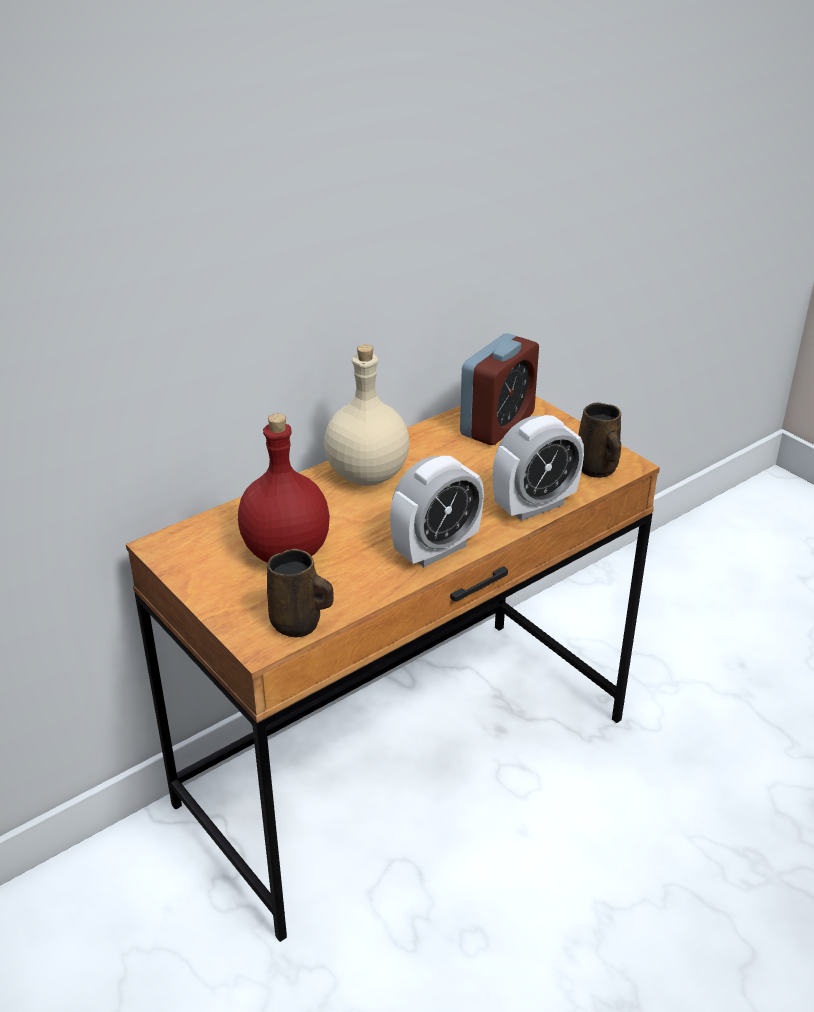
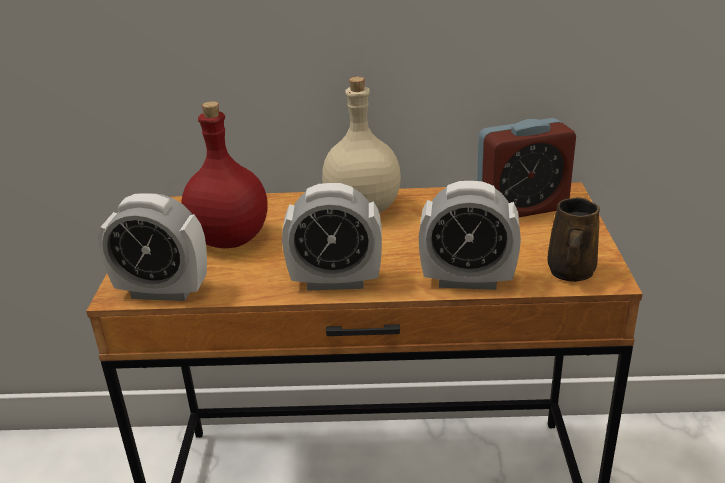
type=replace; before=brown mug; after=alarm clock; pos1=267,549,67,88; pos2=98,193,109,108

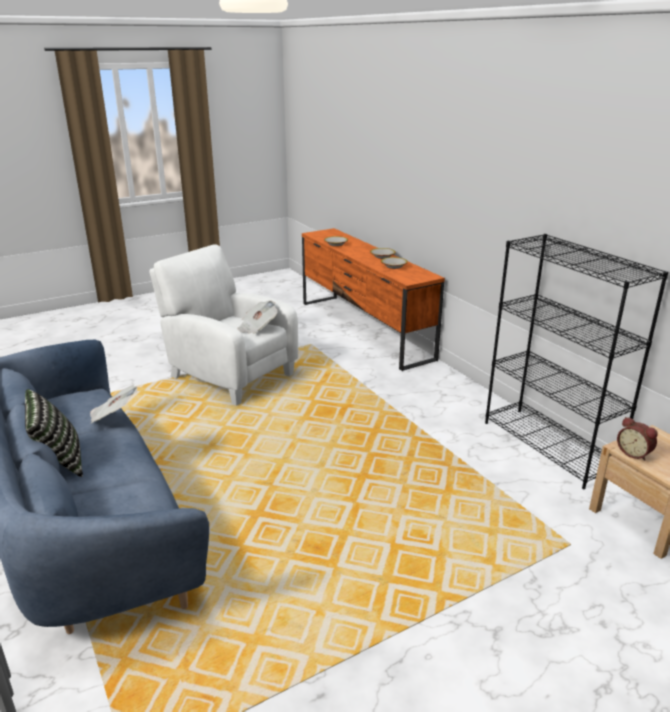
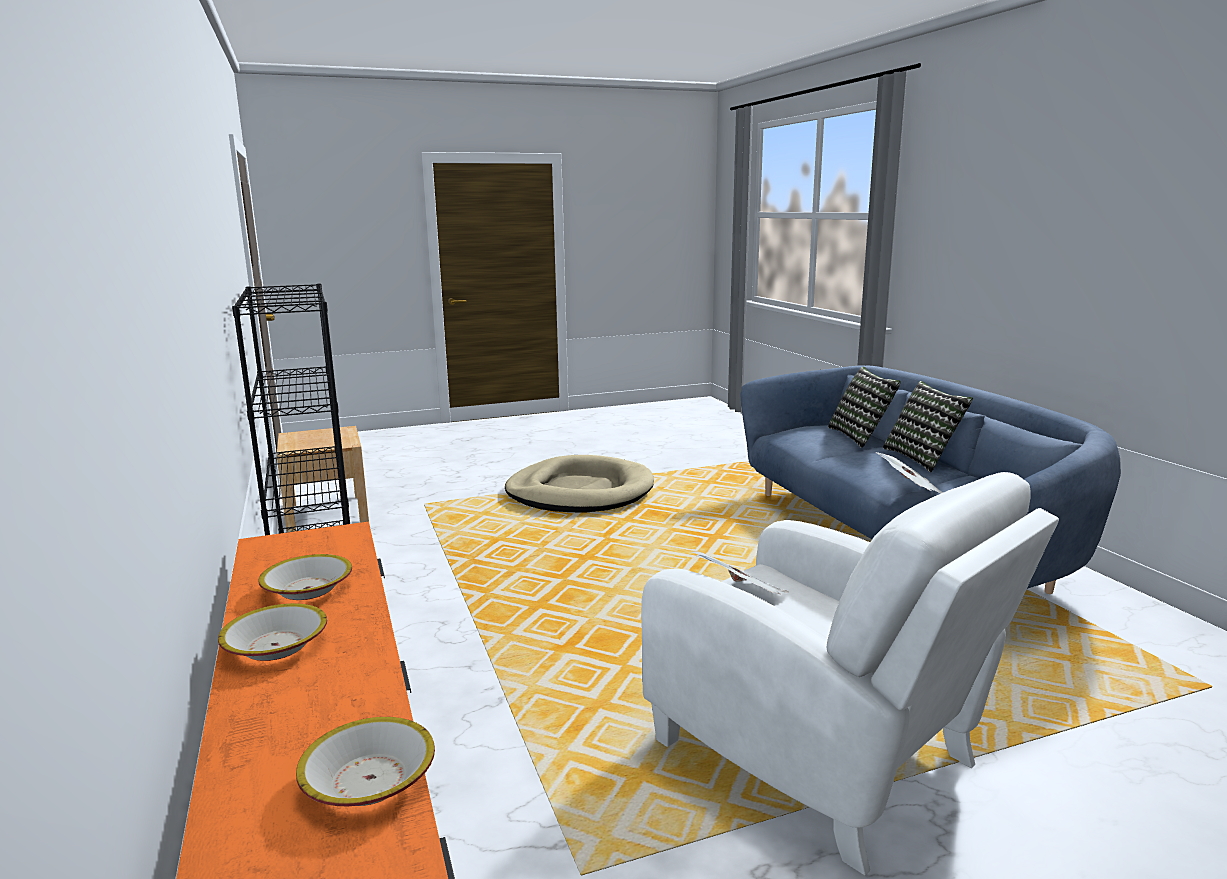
type=delete; before=alarm clock; pos1=617,417,41,44
type=insert; after=pillow; pos2=828,367,73,81
type=insert; after=beige dog bed; pos2=505,455,149,57

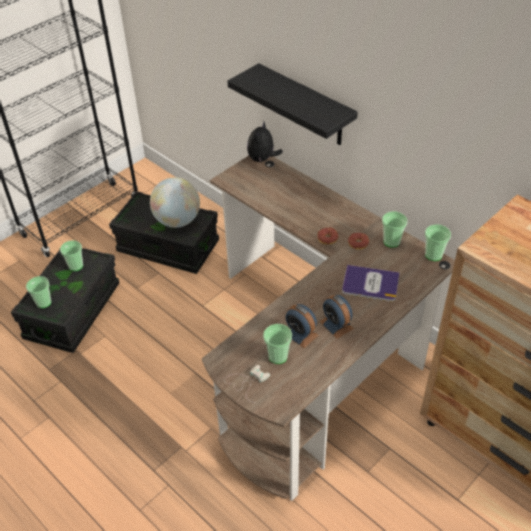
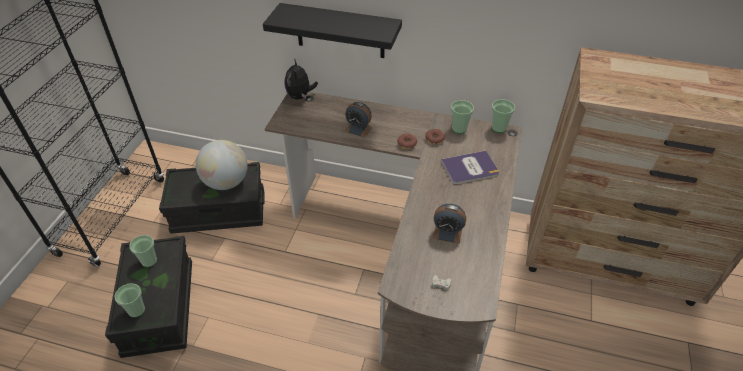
type=move; before=alarm clock; pos1=320,295,34,44; pos2=345,102,28,36
type=delete; before=cup; pos1=263,324,29,40

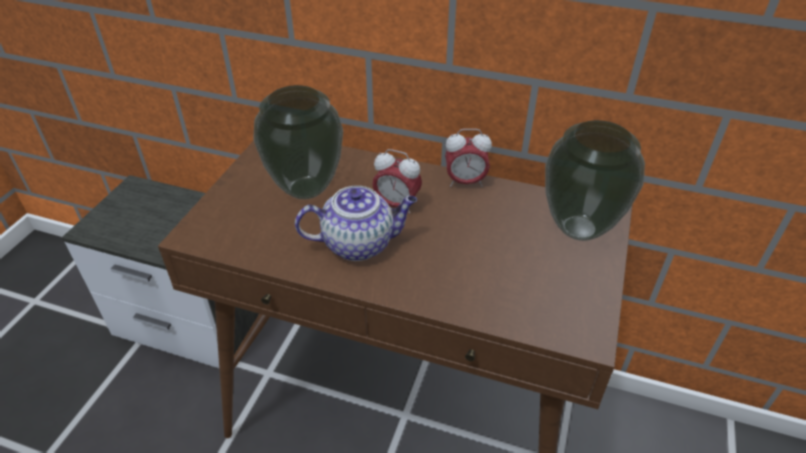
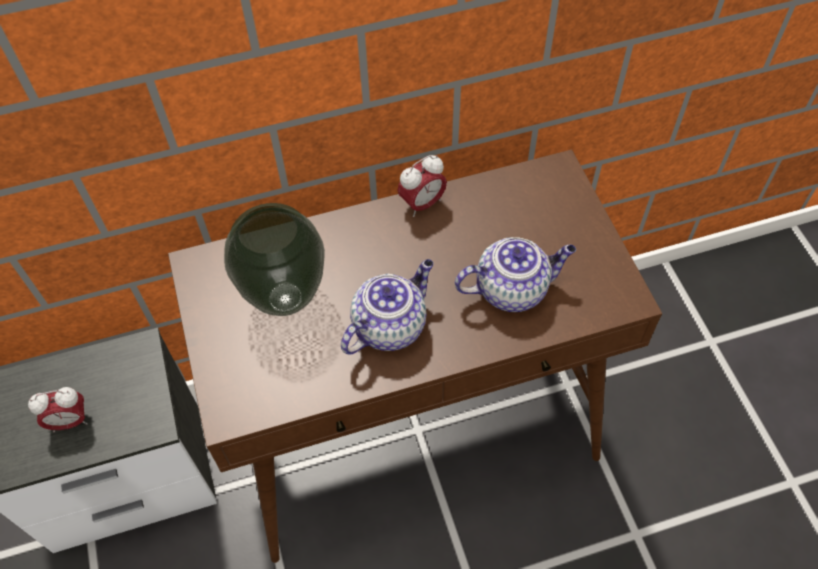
type=delete; before=vase; pos1=545,120,100,121
type=move; before=alarm clock; pos1=372,149,50,65; pos2=28,387,60,45
type=insert; after=teapot; pos2=455,237,121,75

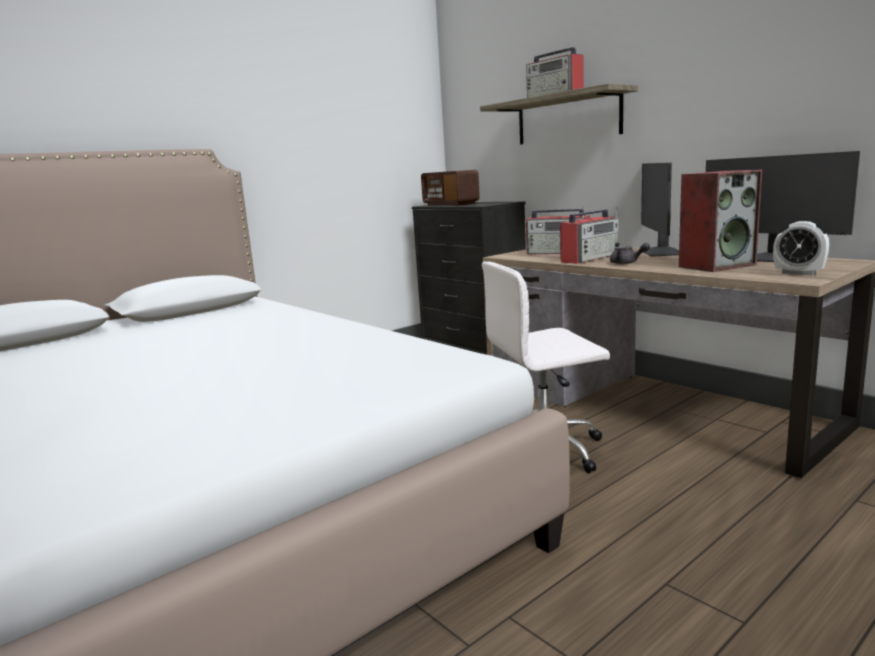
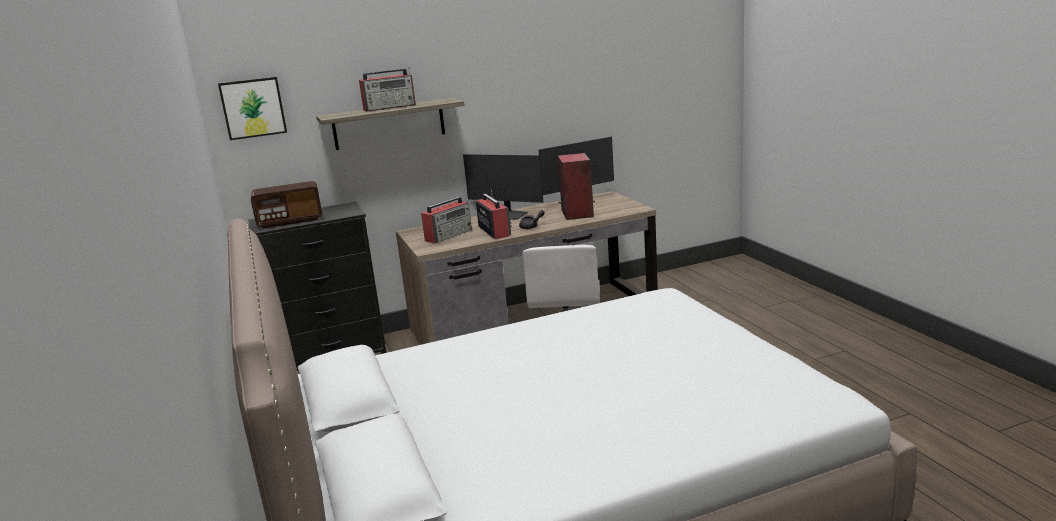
type=delete; before=alarm clock; pos1=773,221,56,54
type=insert; after=picture; pos2=218,77,69,63

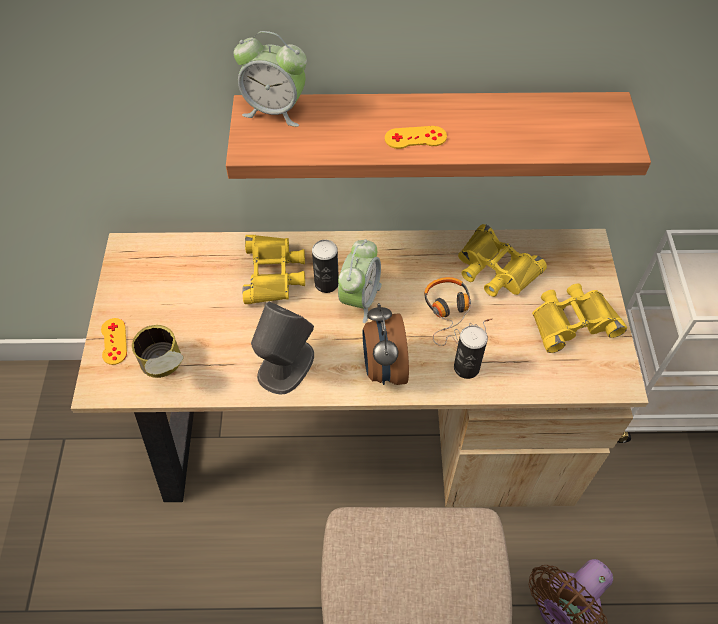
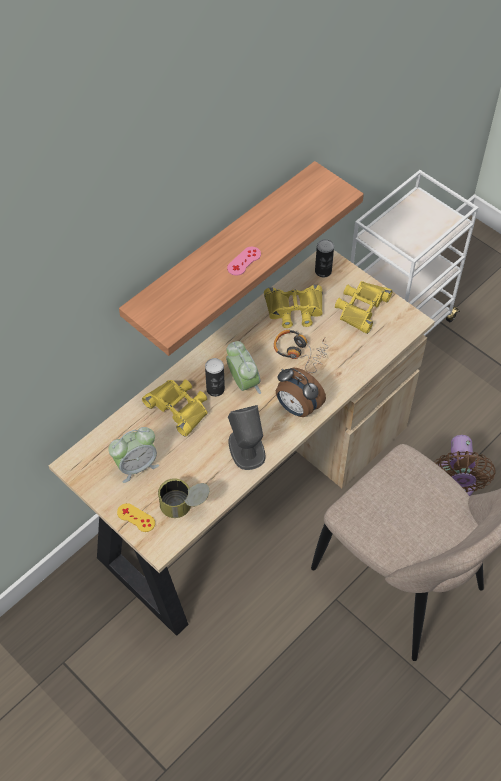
type=move; before=alarm clock; pos1=234,31,73,96; pos2=108,427,51,56
type=recolor; before=yellow game controller; after=pink game controller; pos1=385,126,62,23; pos2=227,247,34,29
type=move; before=can; pos1=454,325,34,54; pos2=315,239,19,39

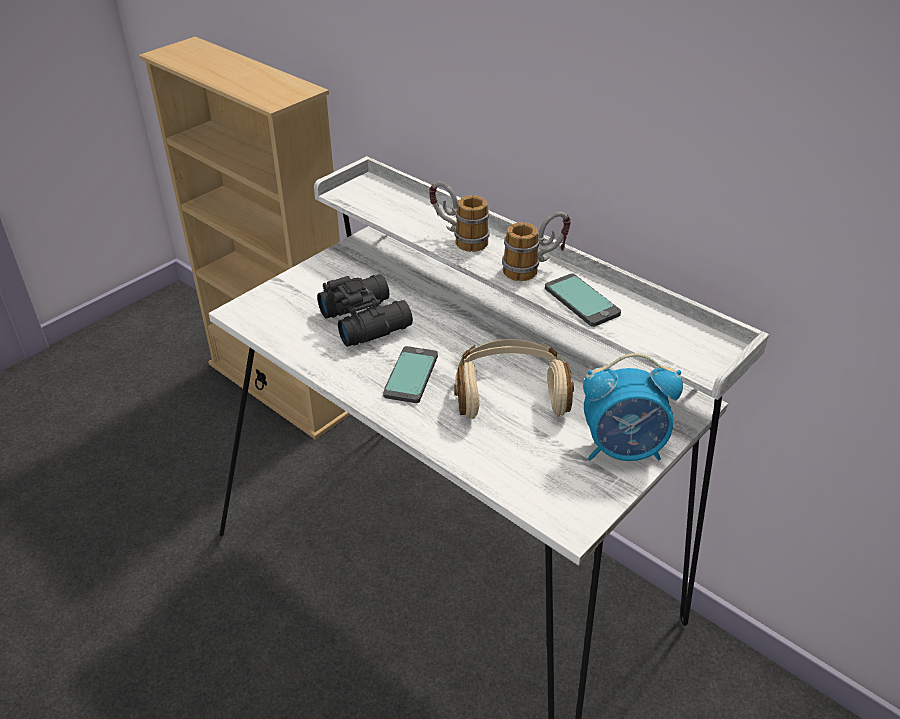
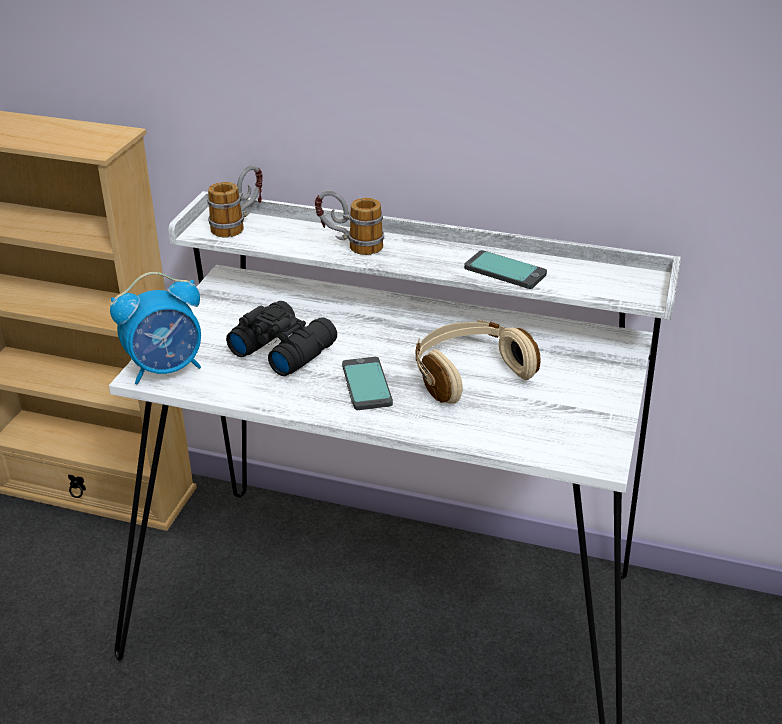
type=move; before=mug; pos1=502,212,69,69; pos2=207,165,56,72
type=move; before=alarm clock; pos1=583,353,100,108; pos2=110,272,91,112

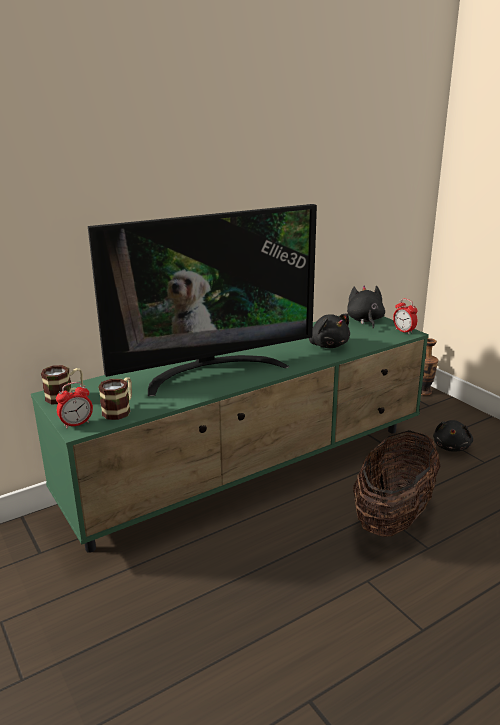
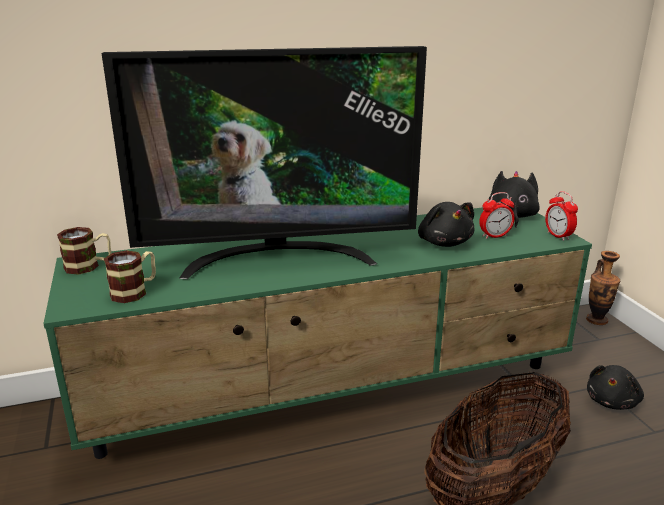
type=move; before=alarm clock; pos1=56,382,37,47; pos2=479,192,36,47

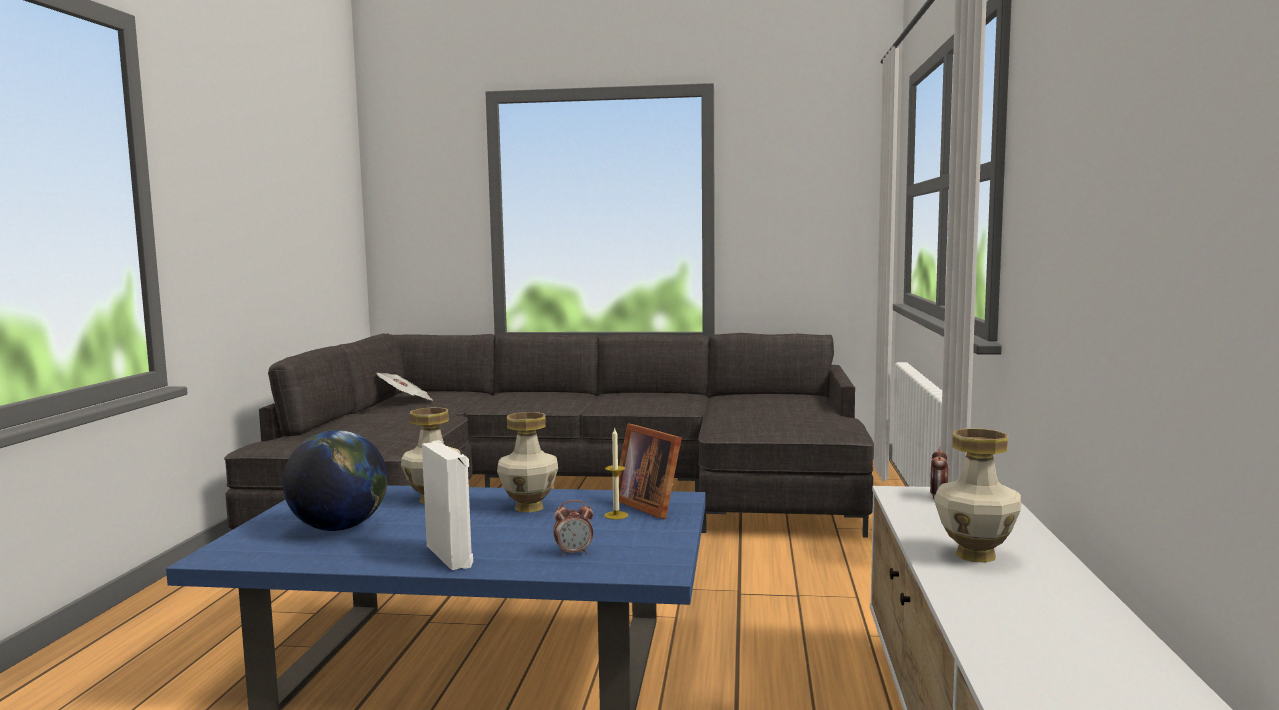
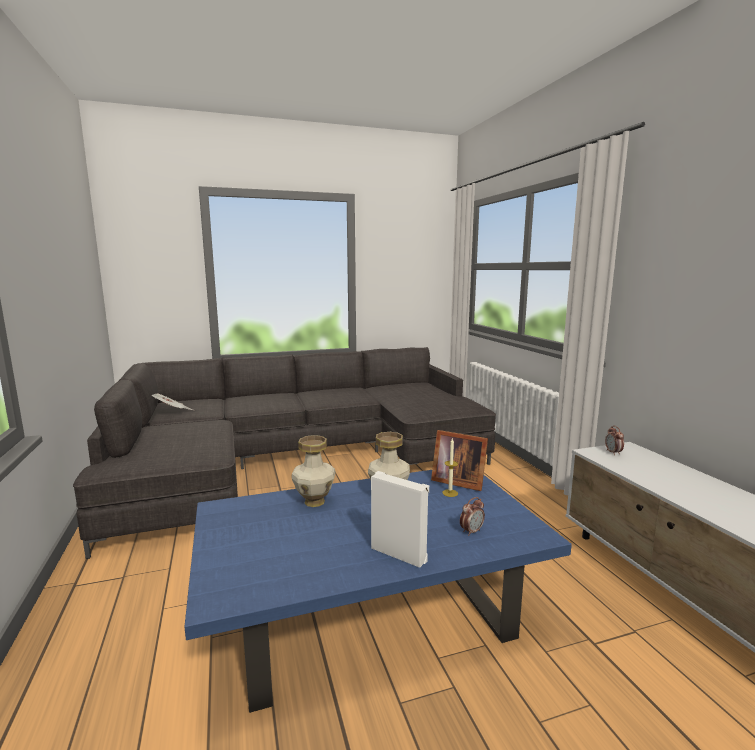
type=delete; before=vase; pos1=934,428,88,135
type=delete; before=globe; pos1=283,430,104,101

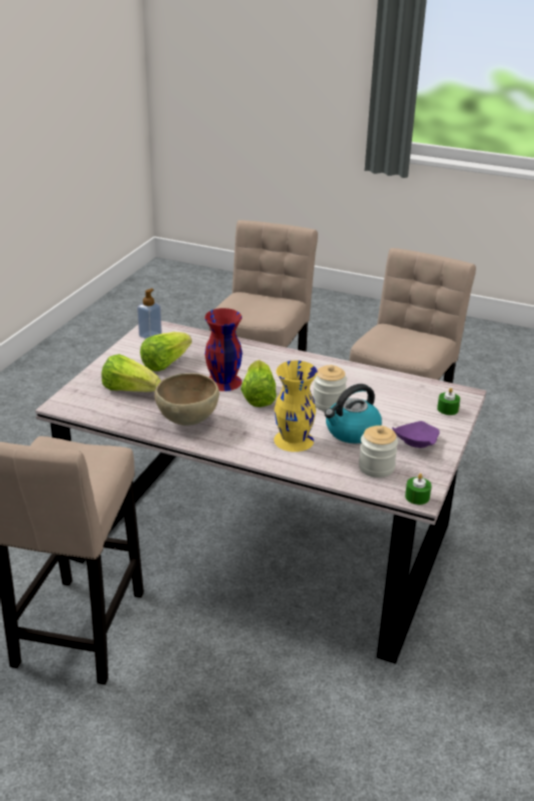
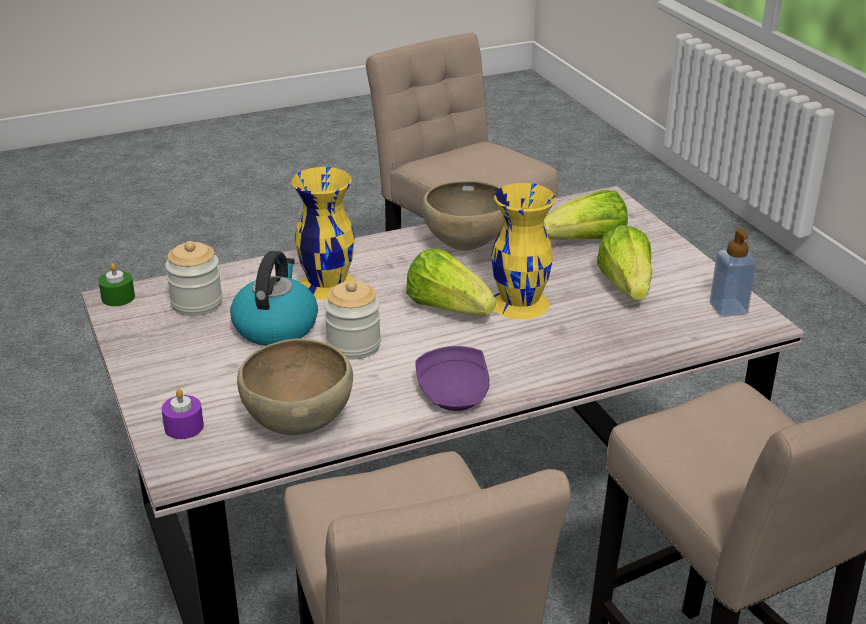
type=recolor; before=red vase; after=yellow vase; pos1=205,308,37,83; pos2=491,183,65,136
type=recolor; before=green candle; after=purple candle; pos1=437,388,23,27; pos2=161,389,43,50
type=move; before=purple plate; pos1=392,421,48,27; pos2=416,346,74,65
type=insert; after=brown bowl; pos2=237,339,116,96

